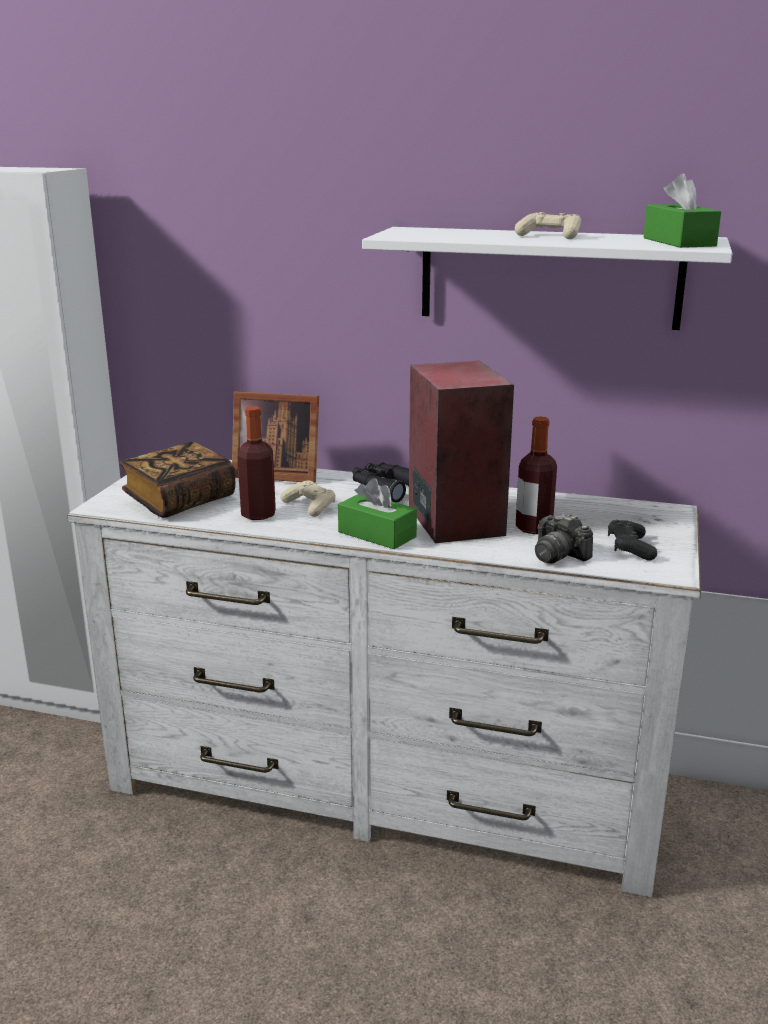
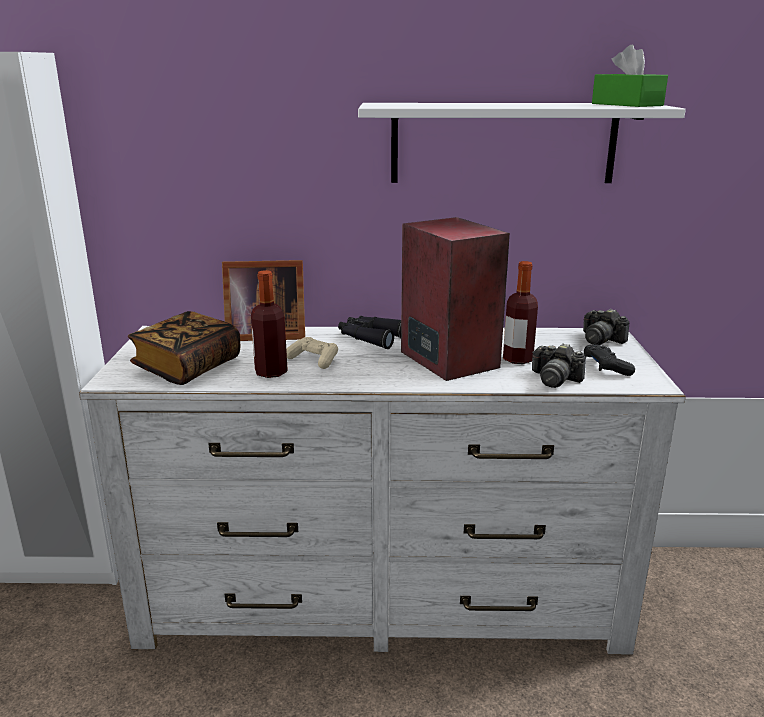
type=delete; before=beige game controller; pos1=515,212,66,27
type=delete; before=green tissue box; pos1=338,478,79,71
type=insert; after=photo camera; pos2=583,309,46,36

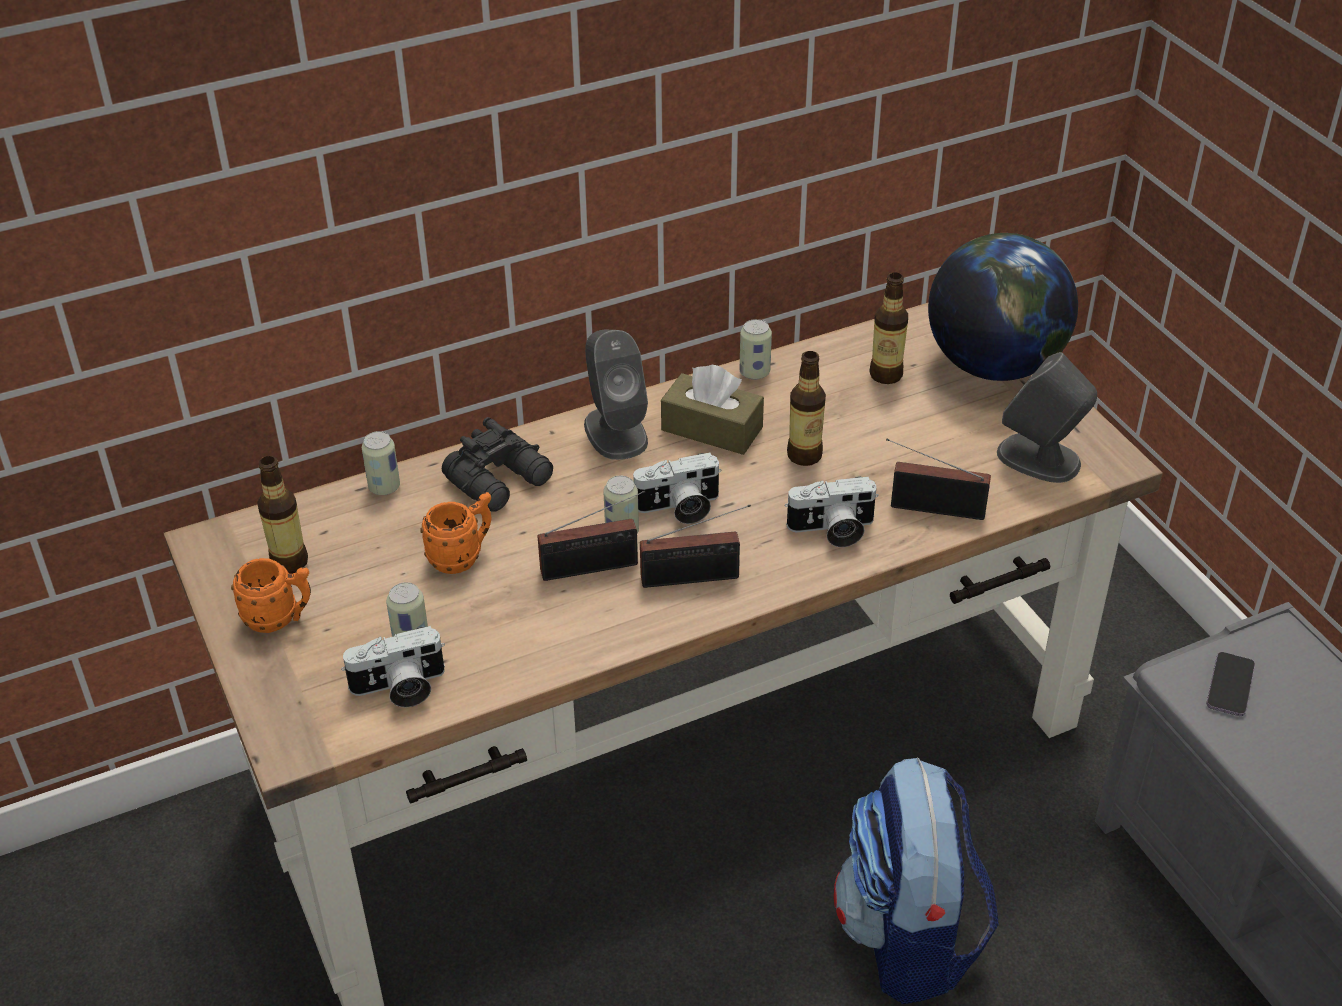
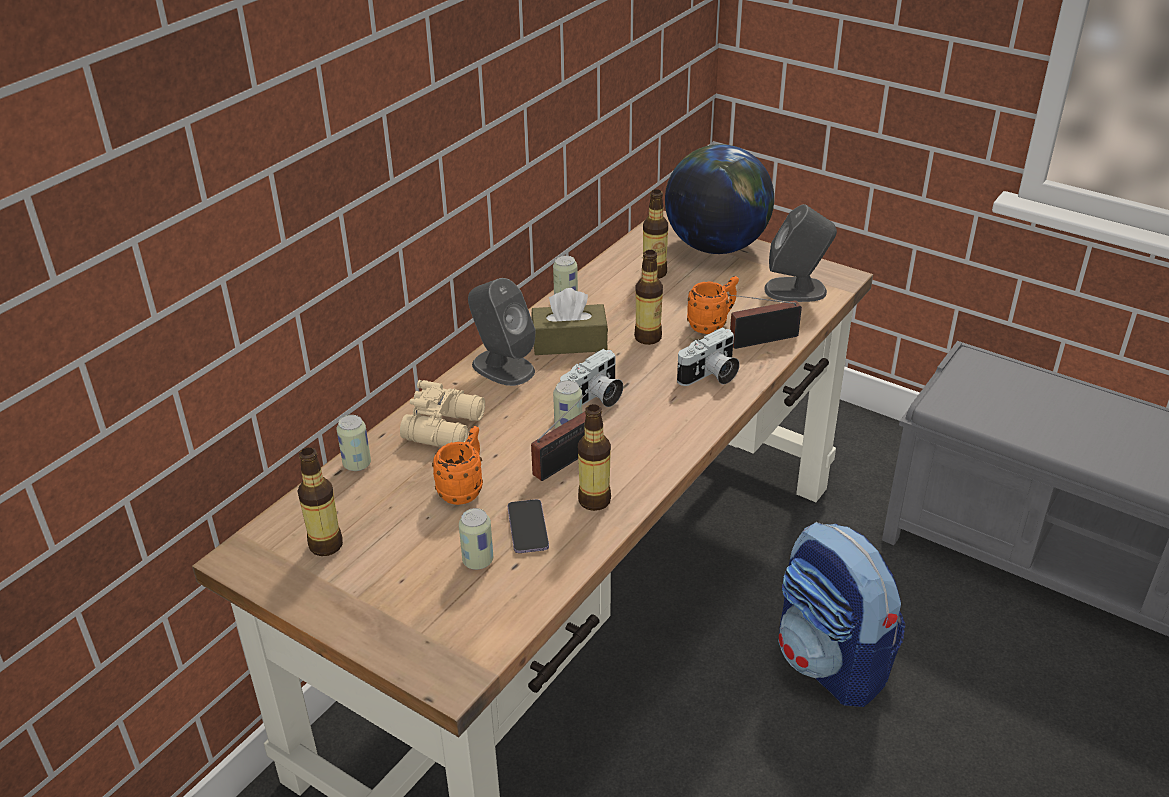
type=recolor; before=black binoculars; after=beige binoculars; pos1=442,417,111,95; pos2=400,380,85,67
type=delete; before=radio; pos1=640,505,111,83
type=move; before=orange mug; pos1=231,558,80,75; pos2=687,276,52,58
type=delete; before=photo camera; pos1=341,626,104,81
type=move; before=phone; pos1=1207,652,48,64; pos2=508,499,41,54
type=insert; after=bottle; pos2=578,404,33,107

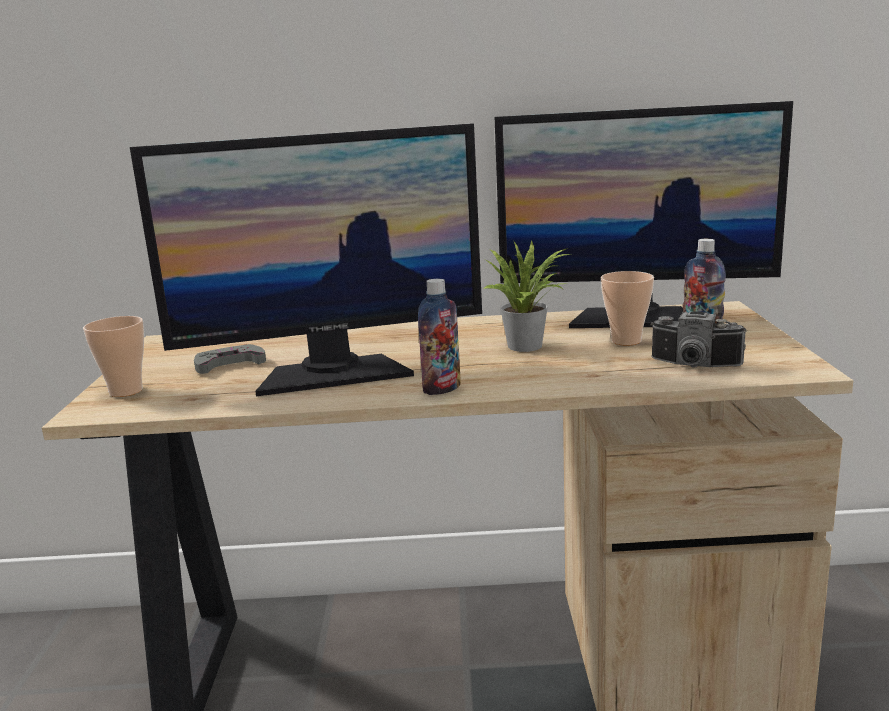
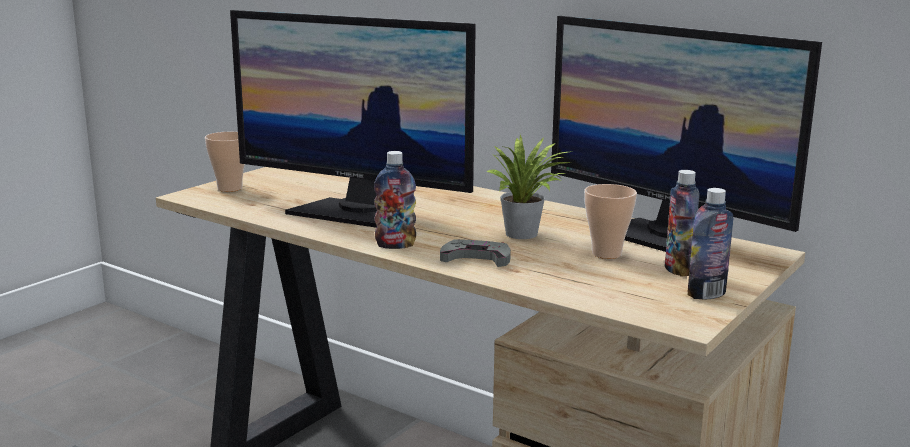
type=delete; before=photo camera; pos1=650,311,97,56
type=move; before=grey game controller; pos1=194,344,72,30; pos2=440,239,71,28
type=insert; after=bottle; pos2=688,188,45,111

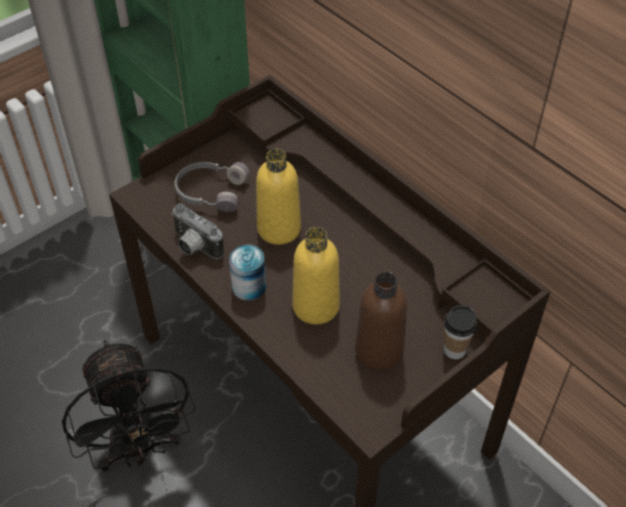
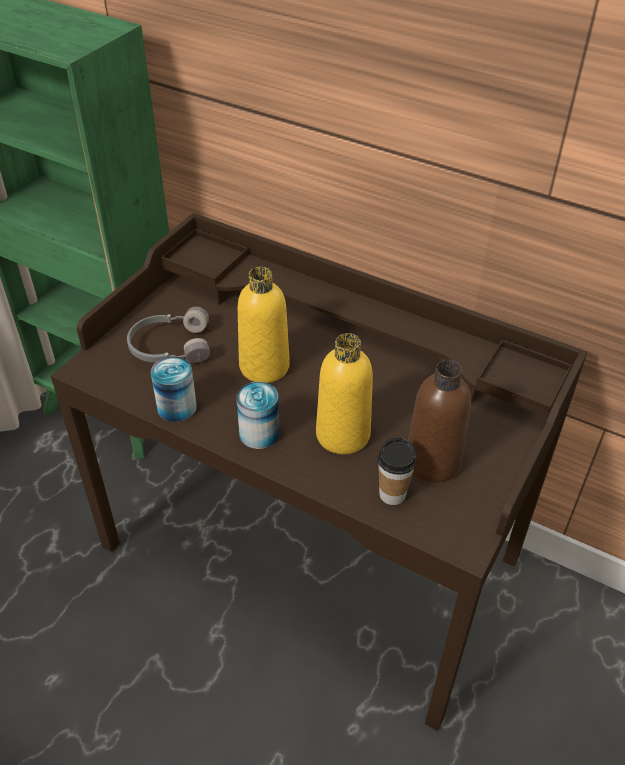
type=replace; before=photo camera; after=can; pos1=171,203,53,56; pos2=151,356,46,66
type=move; before=cup; pos1=444,305,33,54; pos2=377,438,40,67
type=delete; before=black fan; pos1=62,340,133,131

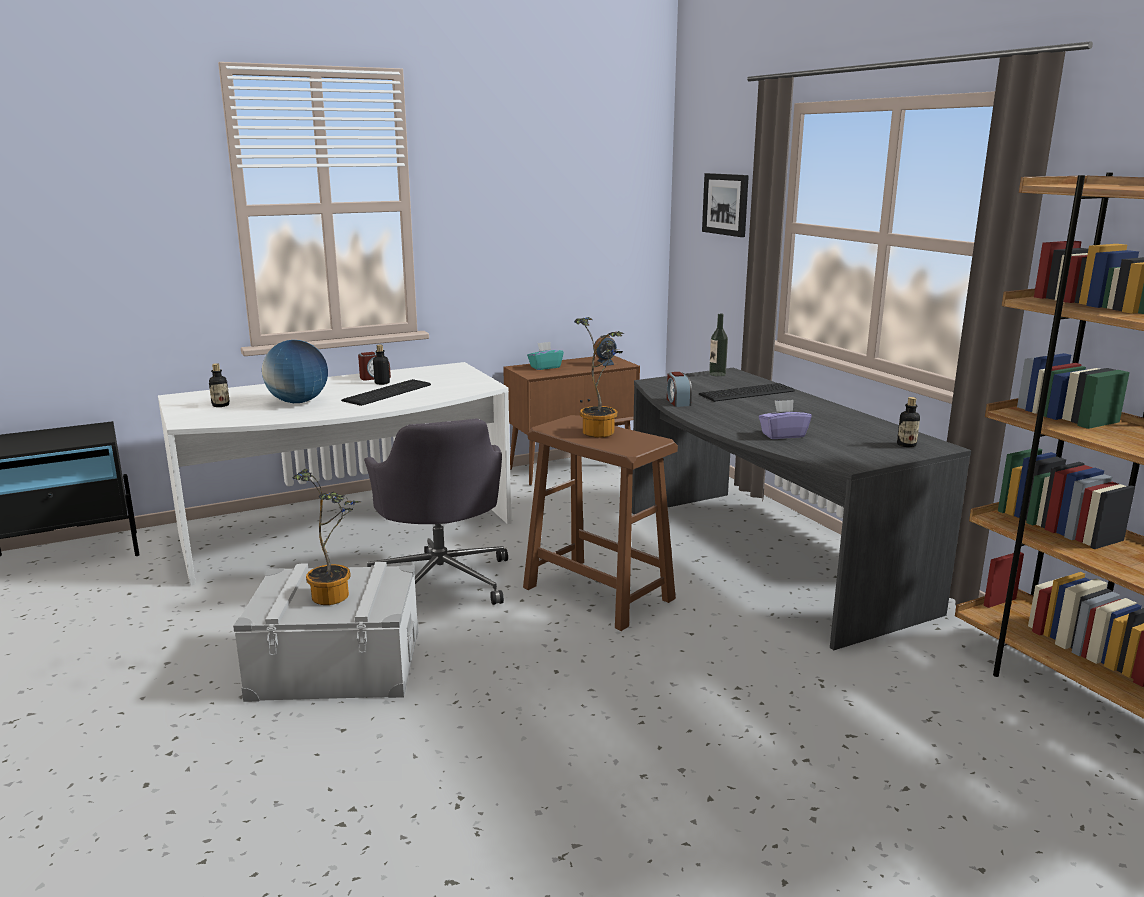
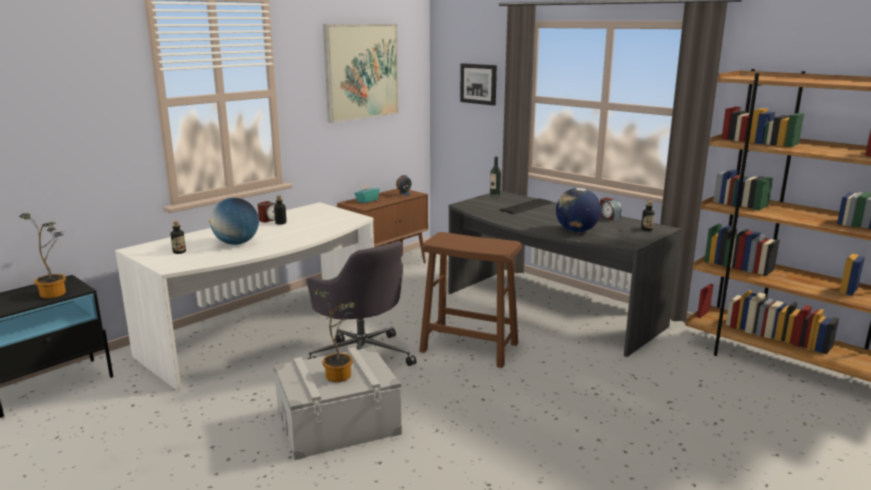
type=move; before=potted plant; pos1=574,317,50,121; pos2=19,213,47,86
type=move; before=alarm clock; pos1=667,372,25,35; pos2=600,197,21,24
type=delete; before=keyboard; pos1=341,379,90,27
type=replace; before=purple tissue box; after=globe; pos1=759,400,53,39; pos2=556,188,45,44
type=insert; after=picture; pos2=323,24,76,99

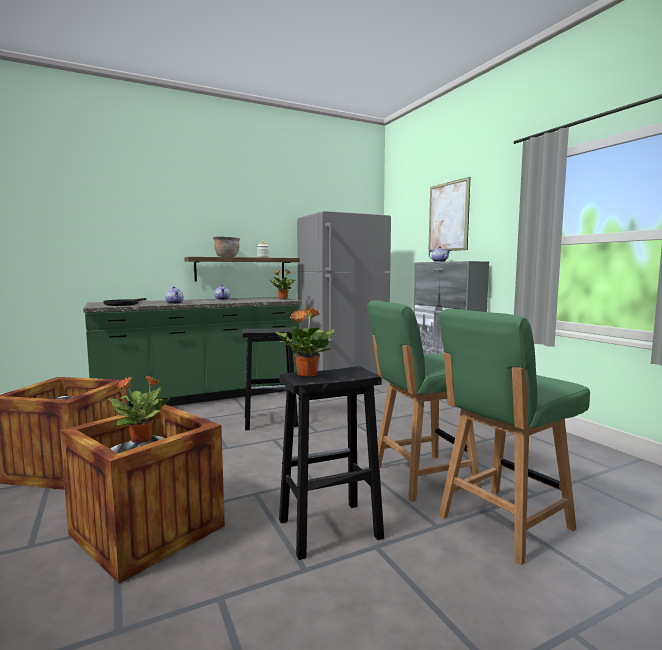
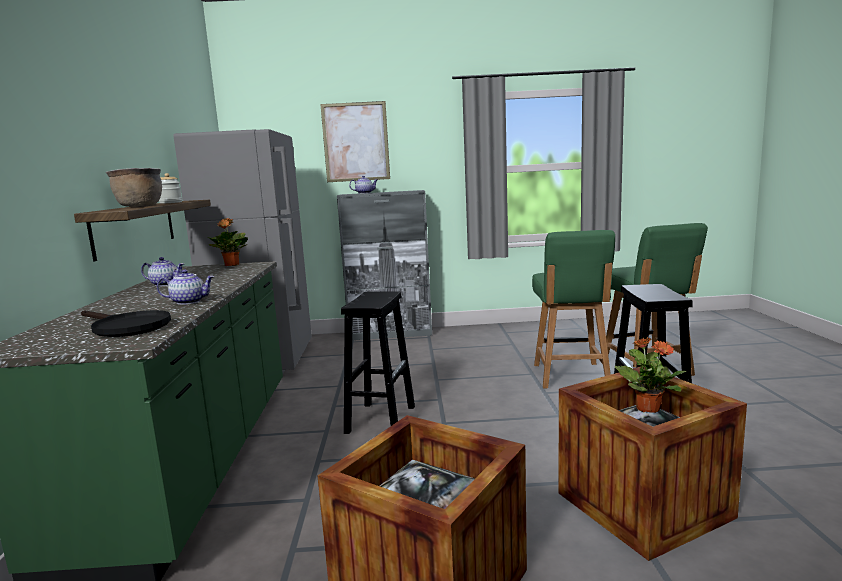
type=delete; before=potted plant; pos1=275,307,59,69

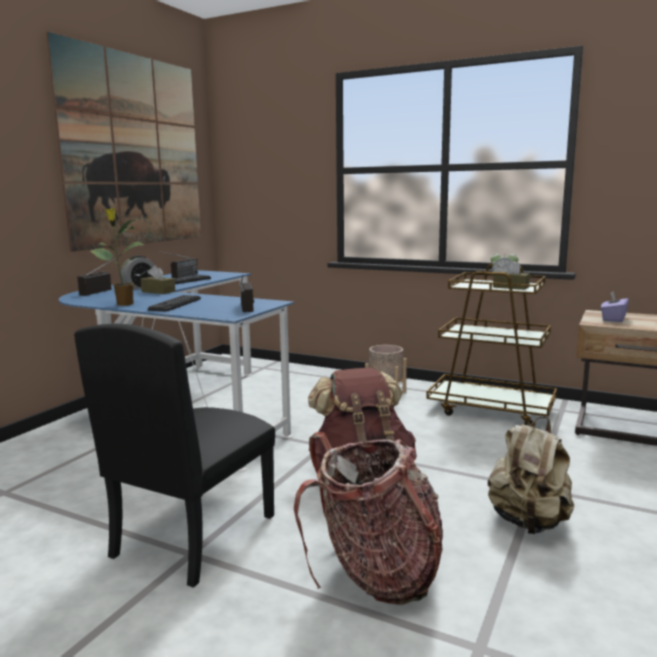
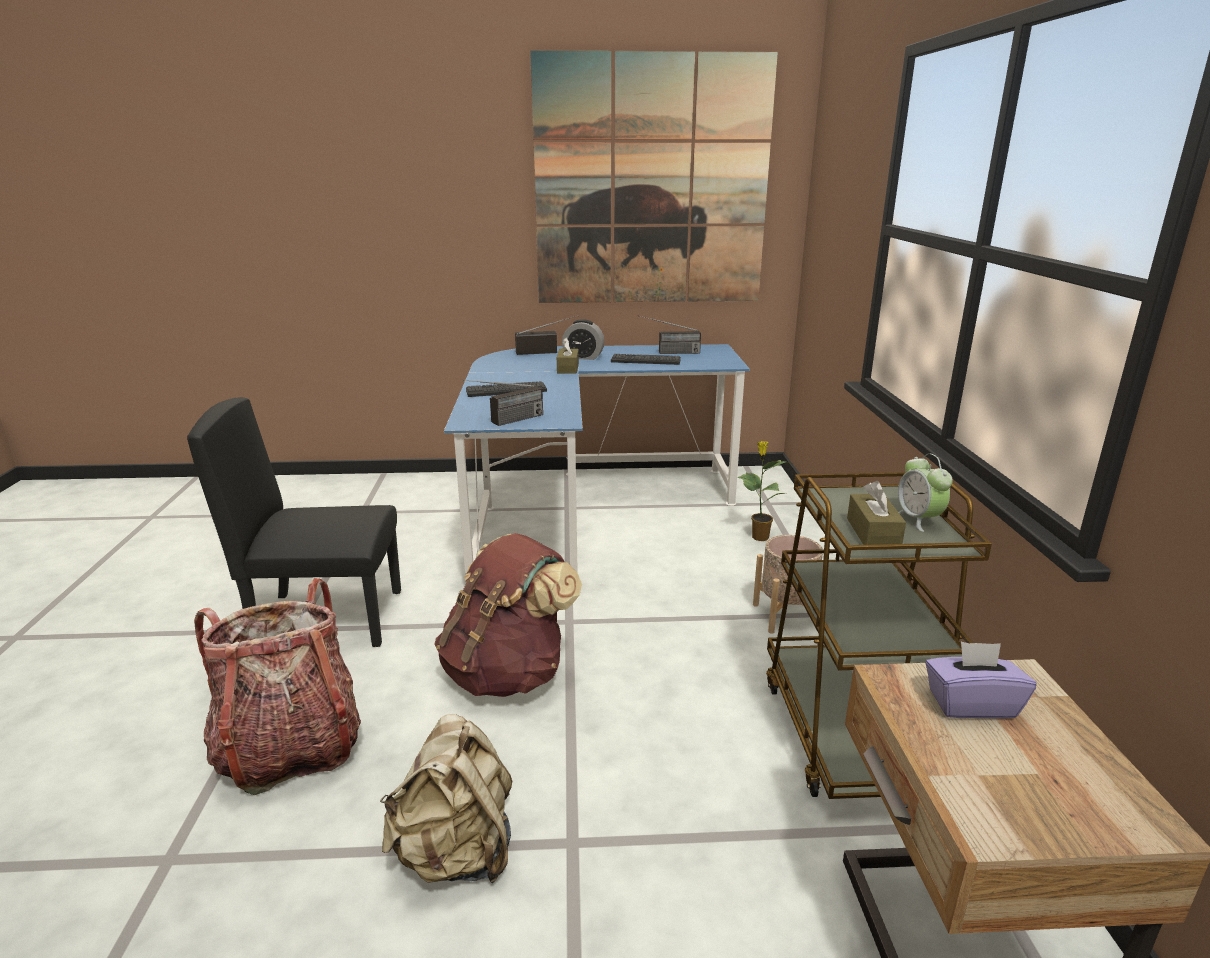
type=move; before=potted plant; pos1=91,208,54,98; pos2=737,441,53,100

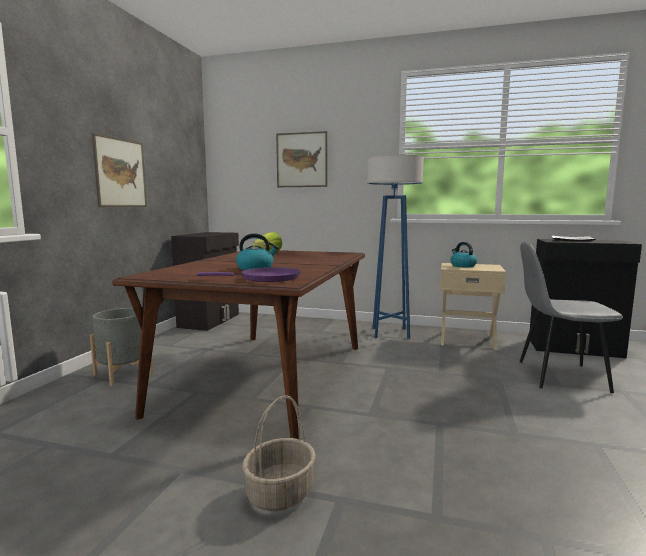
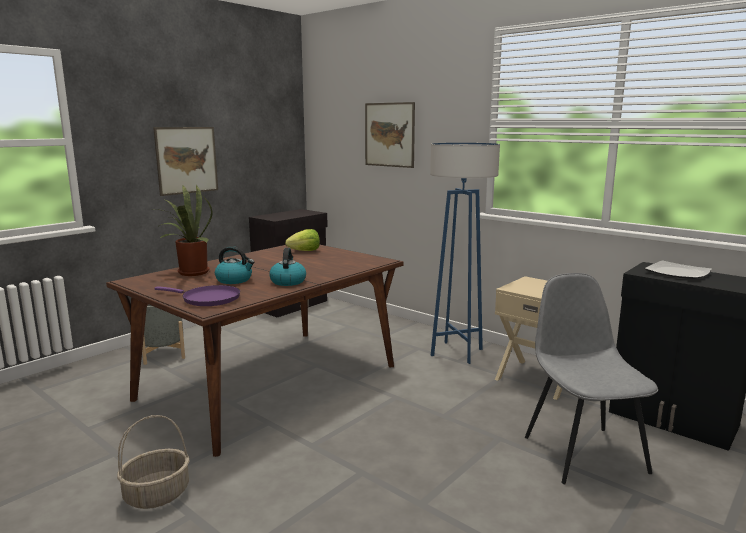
type=move; before=kettle; pos1=450,242,27,25; pos2=269,248,37,38
type=rotate; before=grey chair; pos1=520,242,103,151; pos2=525,273,133,211; turn=45
type=insert; after=potted plant; pos2=153,185,59,91

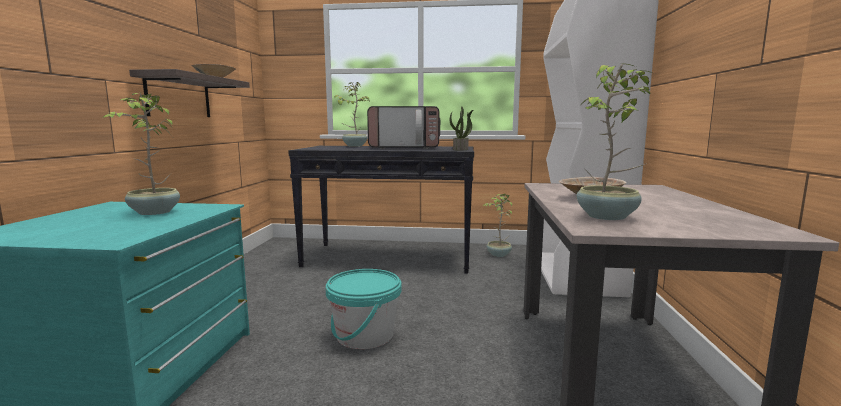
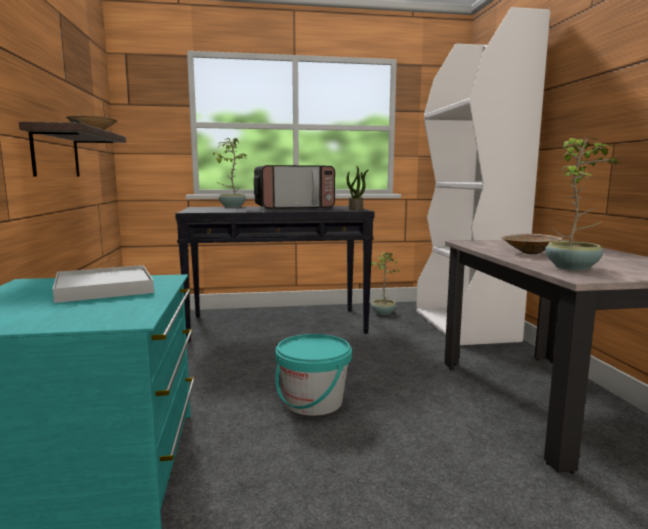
type=replace; before=potted plant; after=white tray; pos1=102,93,78,122; pos2=53,265,101,38

